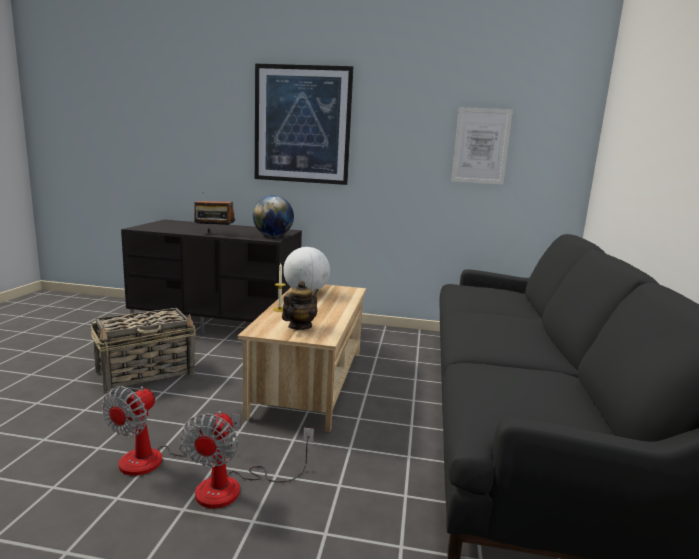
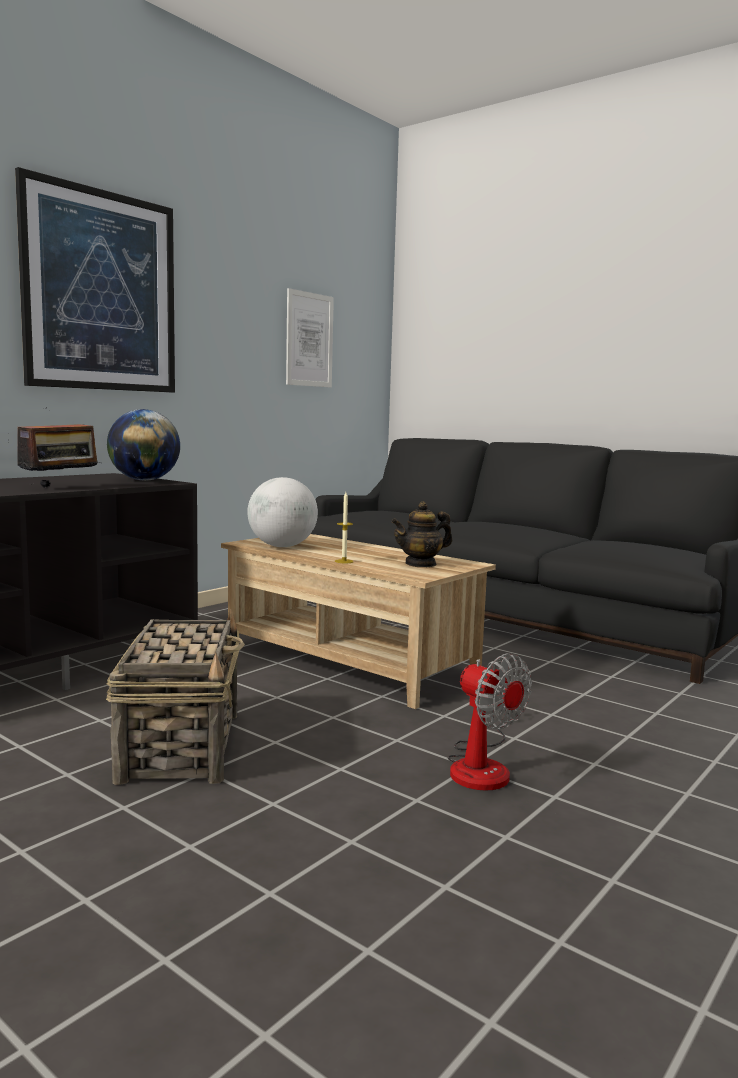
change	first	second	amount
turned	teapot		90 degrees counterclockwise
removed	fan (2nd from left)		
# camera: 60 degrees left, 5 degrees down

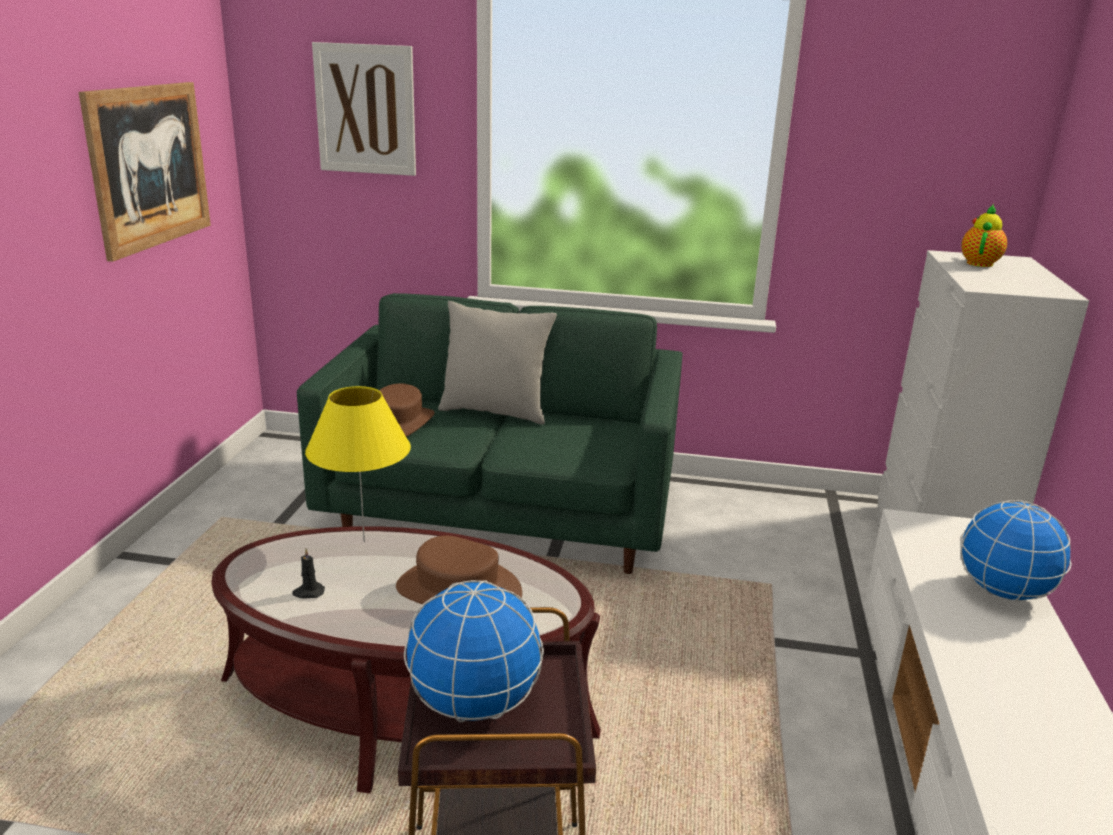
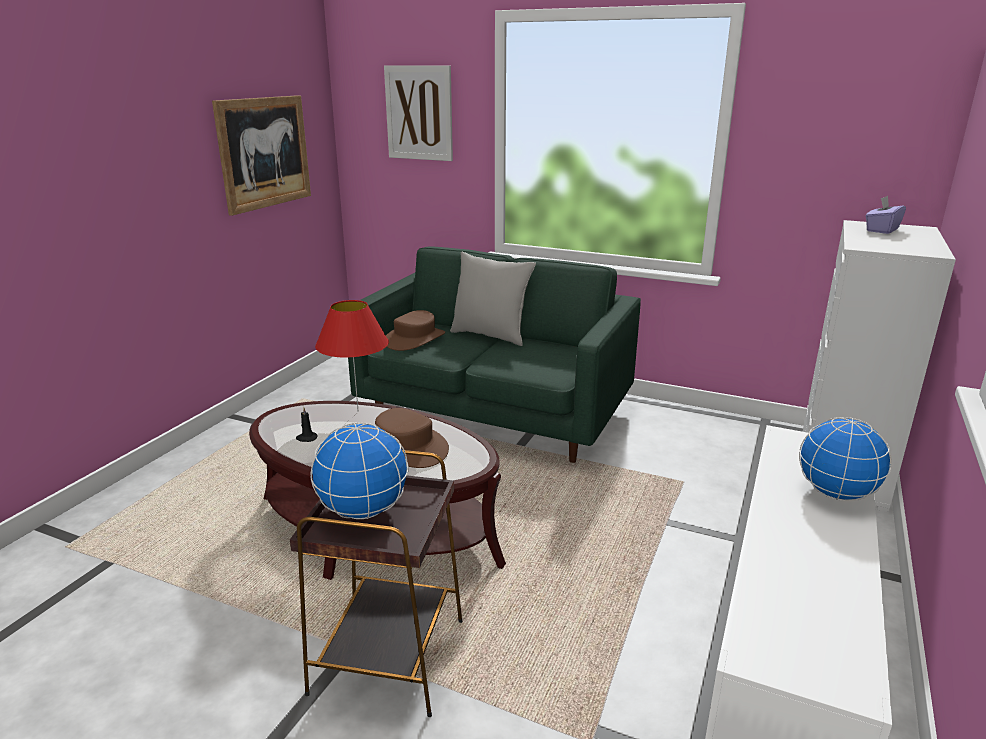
change	first	second	amount
recoloured	yellow table lamp	red table lamp	
replaced	teapot	purple tissue box	
# camera: 15 degrees right, 0 degrees up

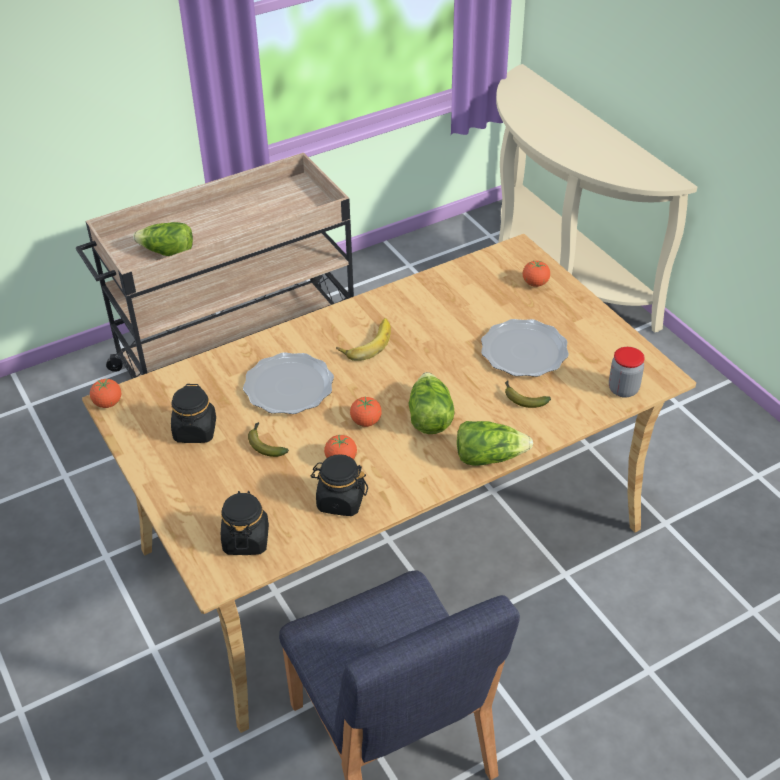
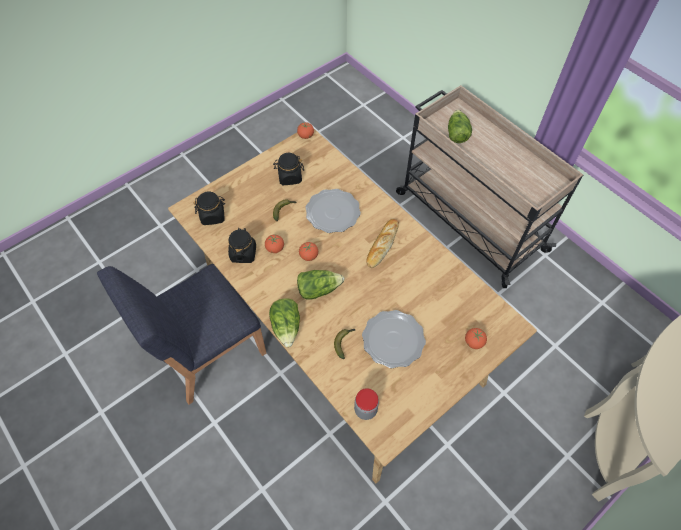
change	first	second	amount
replaced	banana (2nd from left)	bread	
# camera: 80 degrees right, 15 degrees up

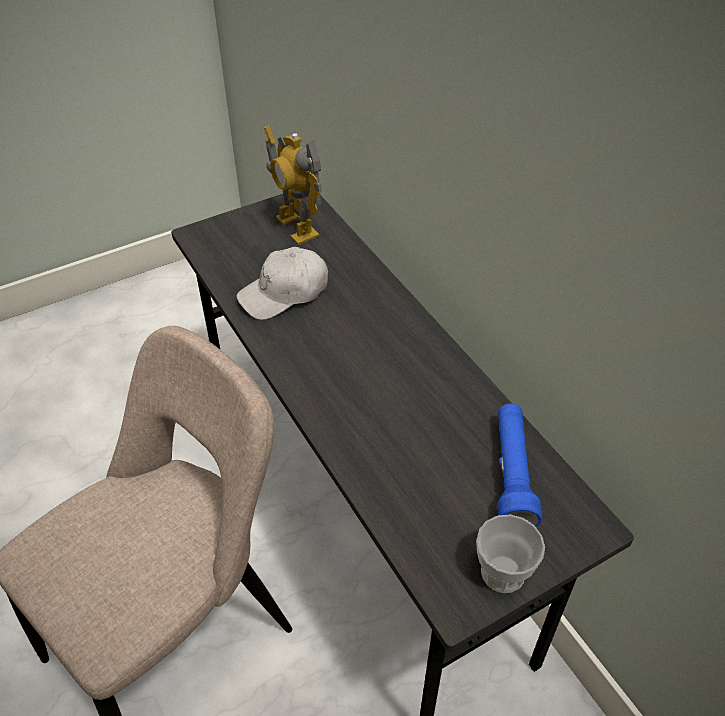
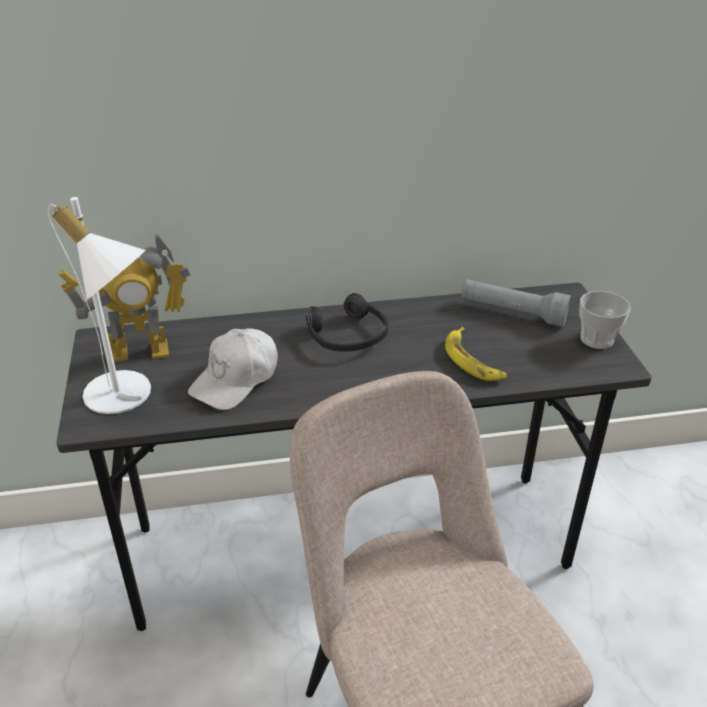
change	first	second	amount
added		white table lamp	
turned	white cap		45 degrees clockwise
added		black headphones	
added		banana	
recoloured	blue flashlight	grey flashlight	
# camera: 70 degrees left, 10 degrees down

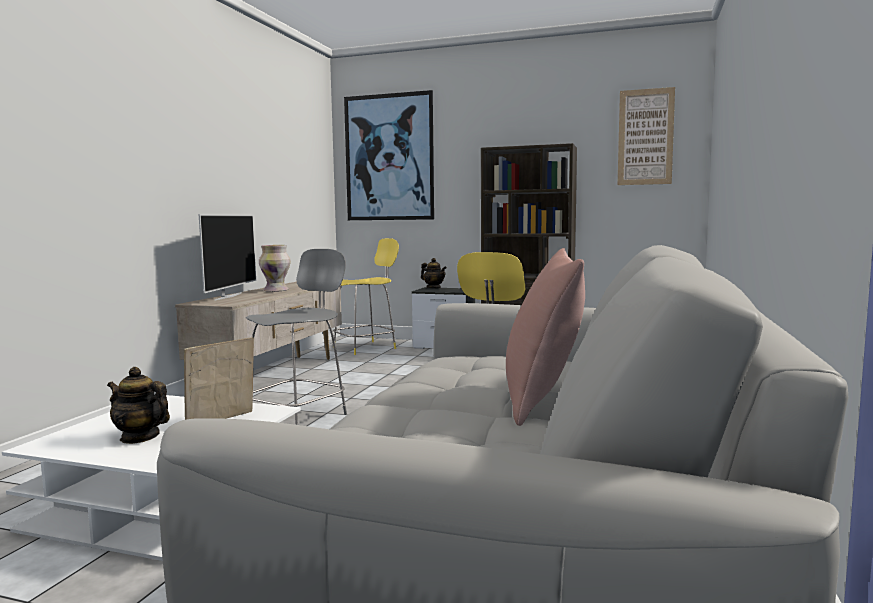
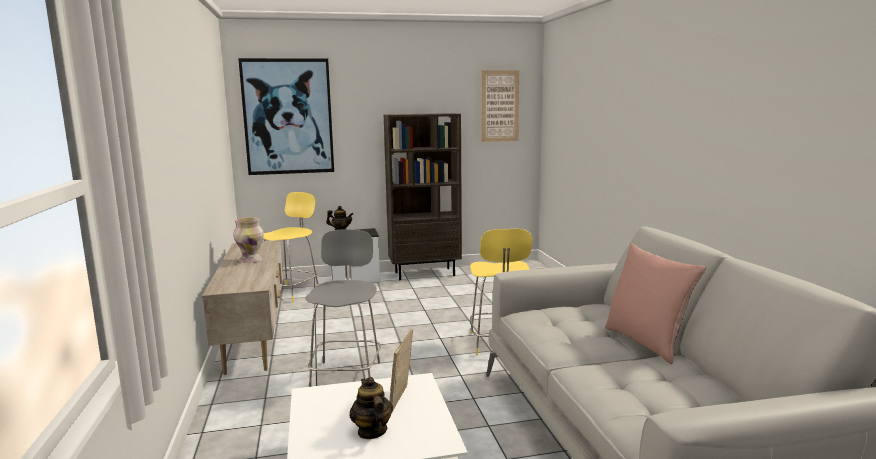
change	first	second	amount
turned	teapot (1st from left in the first image)	teapot (2nd from left)	75 degrees clockwise
removed	television		
# camera: 30 degrees left, 5 degrees up

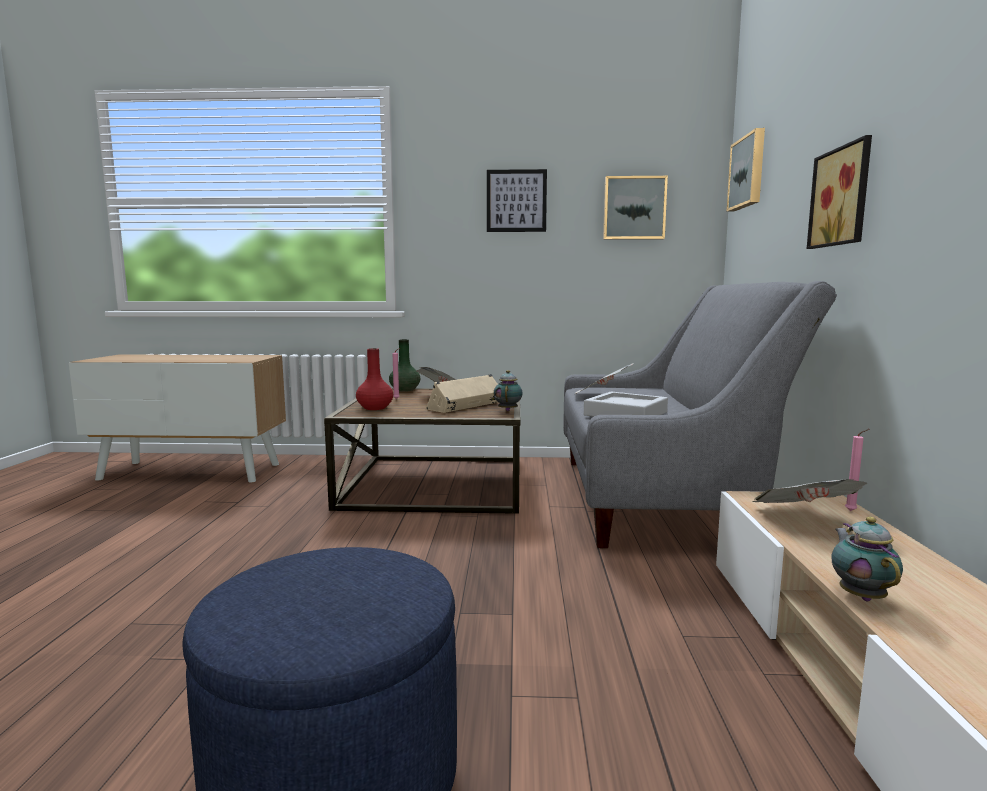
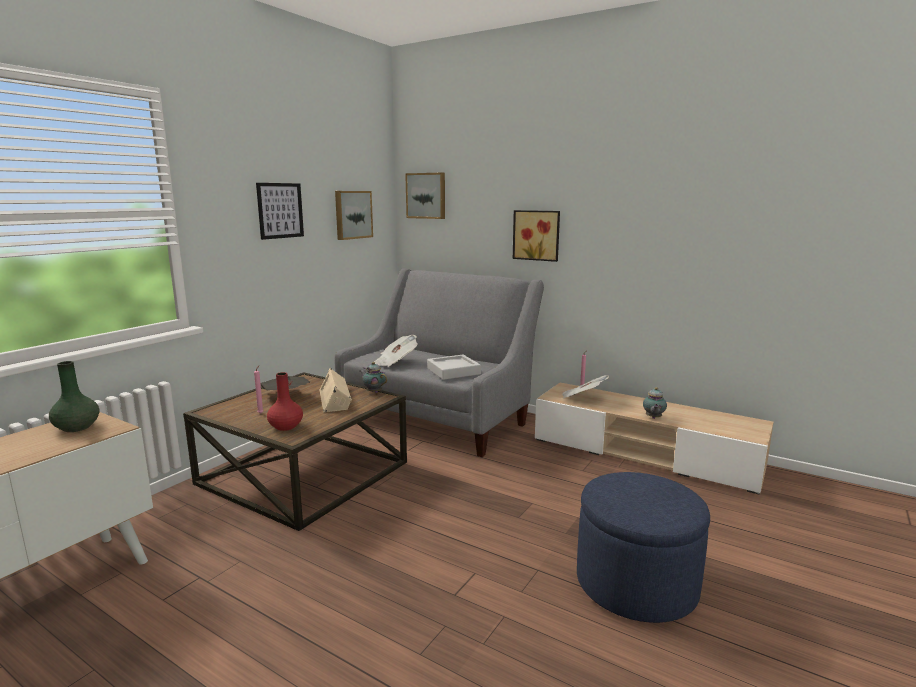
change	first	second	amount
moved	green vase		
turned	teapot (2nd from left)		105 degrees counterclockwise
# camera: 60 degrees left, 5 degrees up

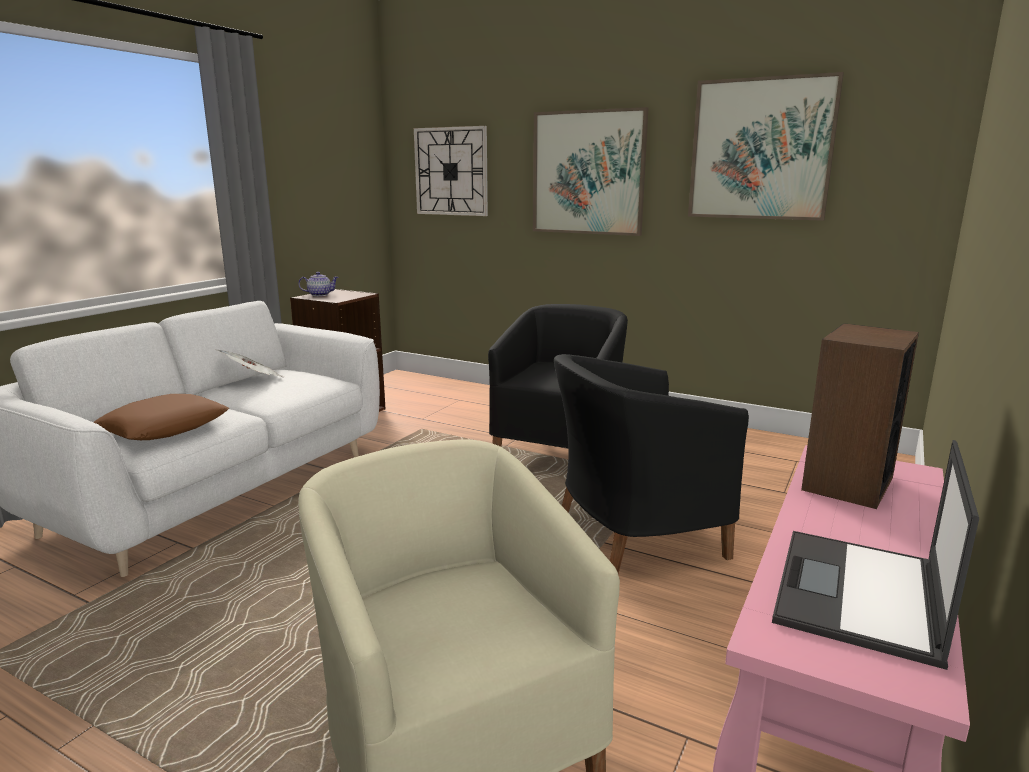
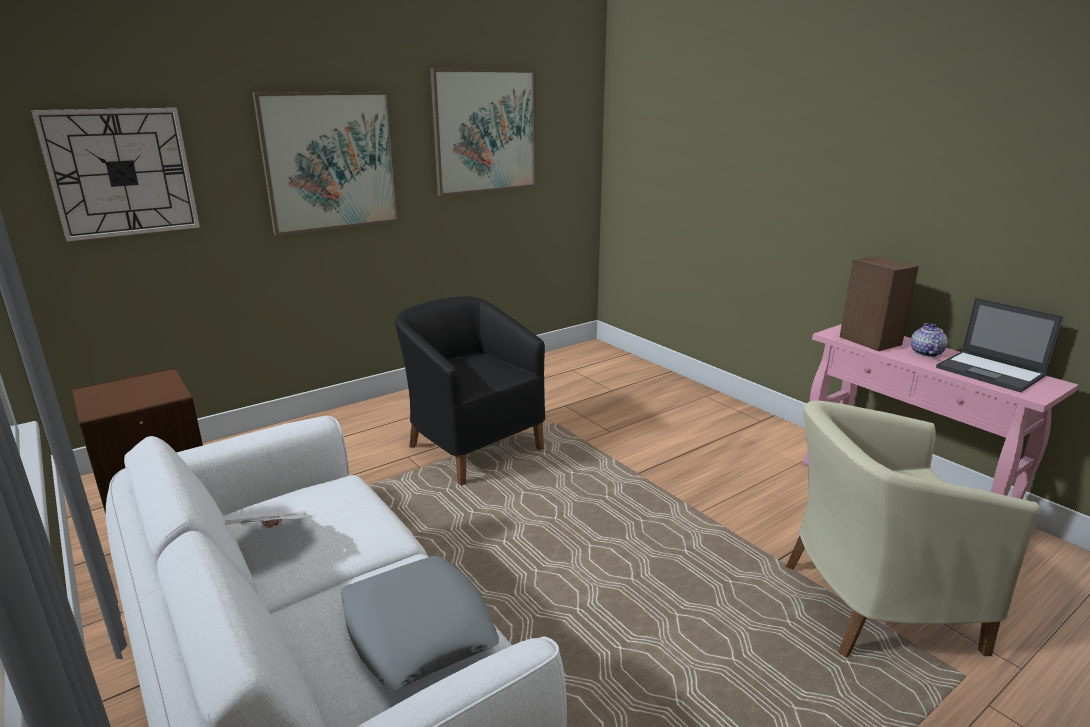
change	first	second	amount
recoloured	brown pillow	grey pillow	
moved	teapot		
removed	black armchair (2nd from left)		
# camera: 65 degrees left, 5 degrees up

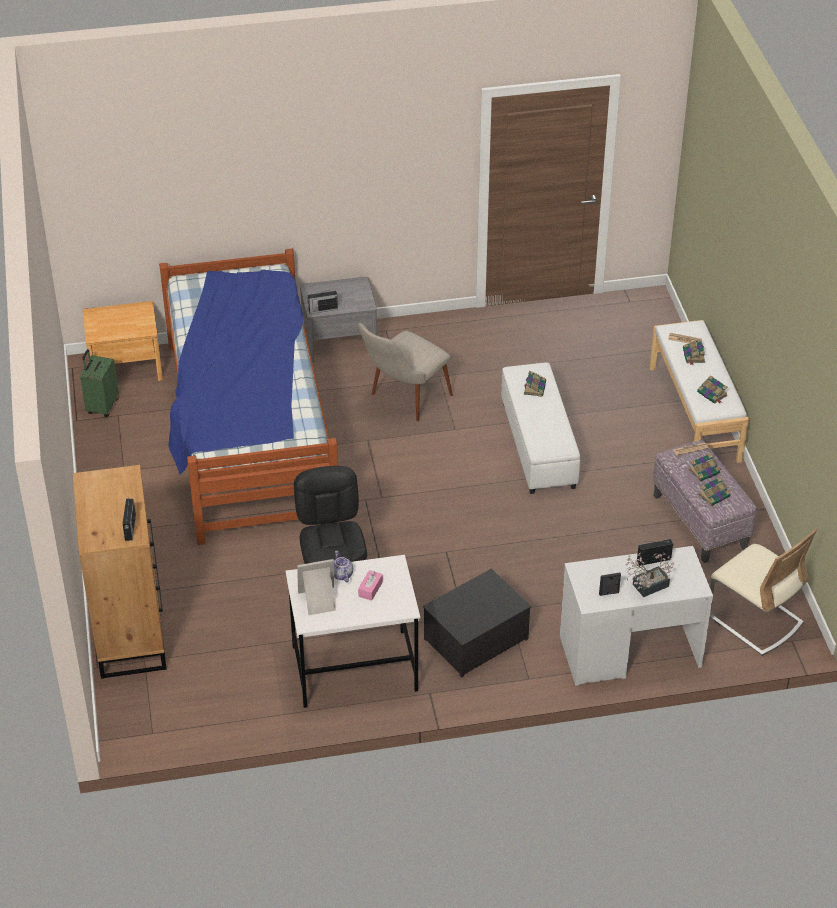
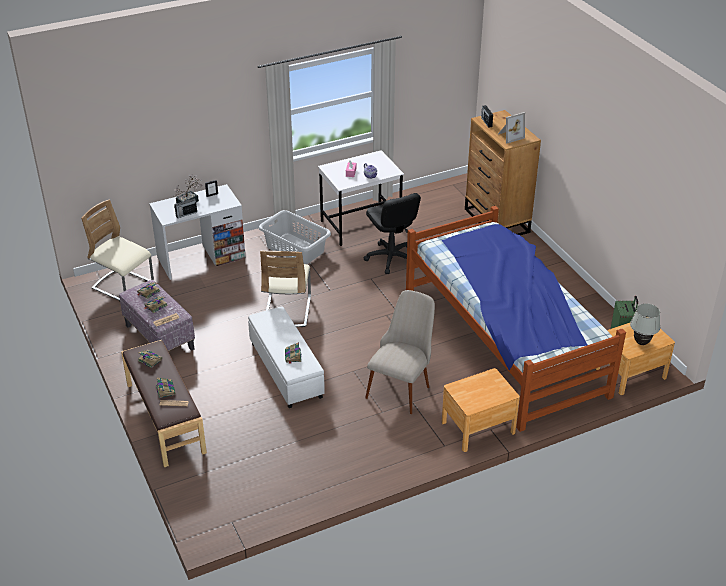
change	first	second	amount
recoloured	white bench	brown bench	
replaced	storage box	grey laundry basket	
added		beige chair (2nd from left)	
recoloured	grey nightstand	brown nightstand (1st from left)	
moved	picture frame (1st from left in the first image)	picture frame (2nd from left)	
added		white table lamp	
removed	radio (2nd from left)		
# camera: 165 degrees right, 5 degrees down

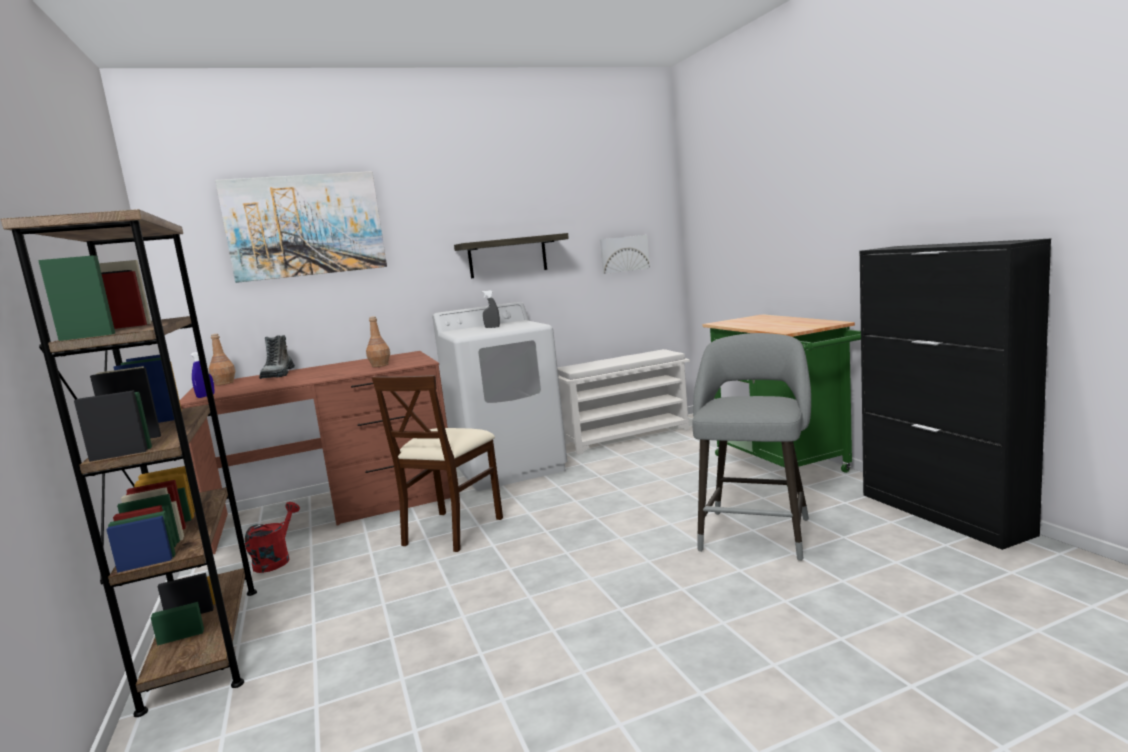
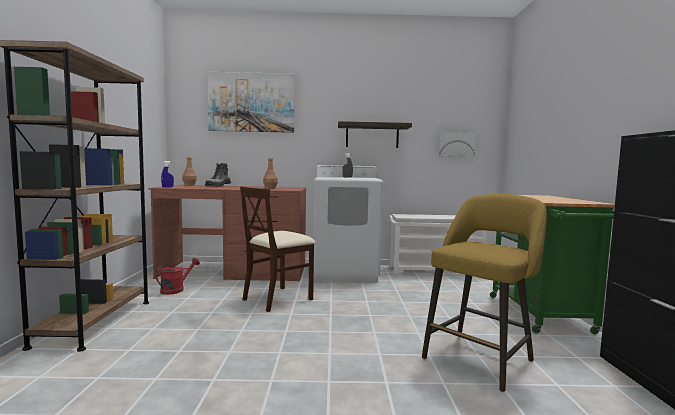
change	first	second	amount
recoloured	grey stool	yellow stool	
# camera: 20 degrees right, 5 degrees down

